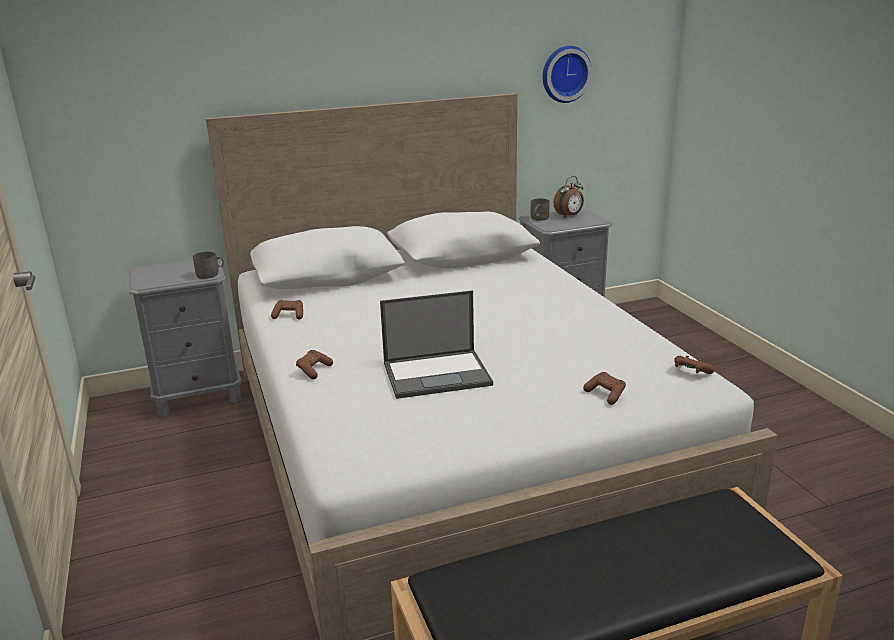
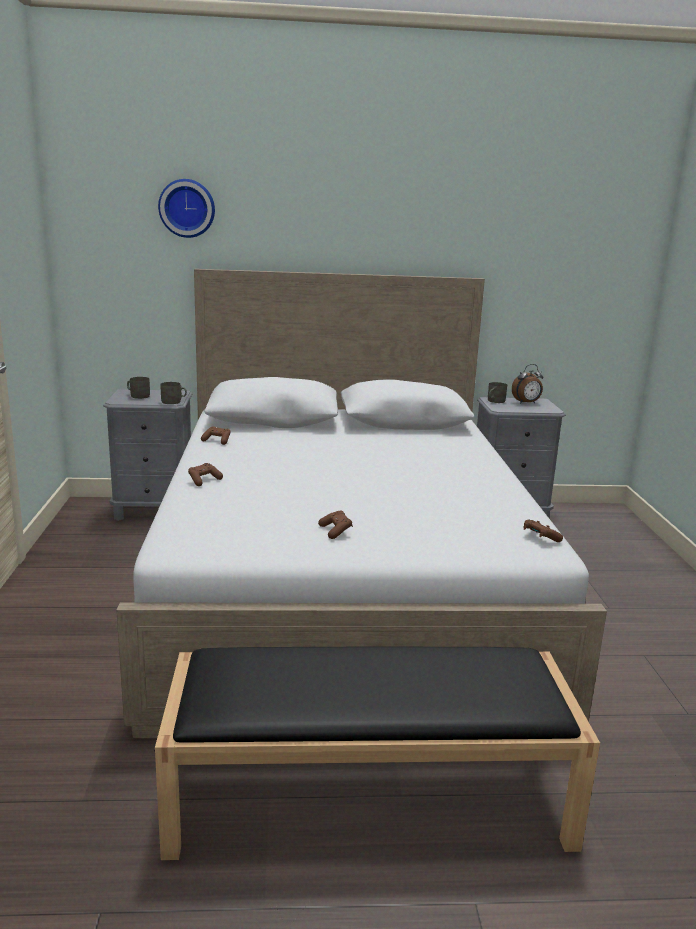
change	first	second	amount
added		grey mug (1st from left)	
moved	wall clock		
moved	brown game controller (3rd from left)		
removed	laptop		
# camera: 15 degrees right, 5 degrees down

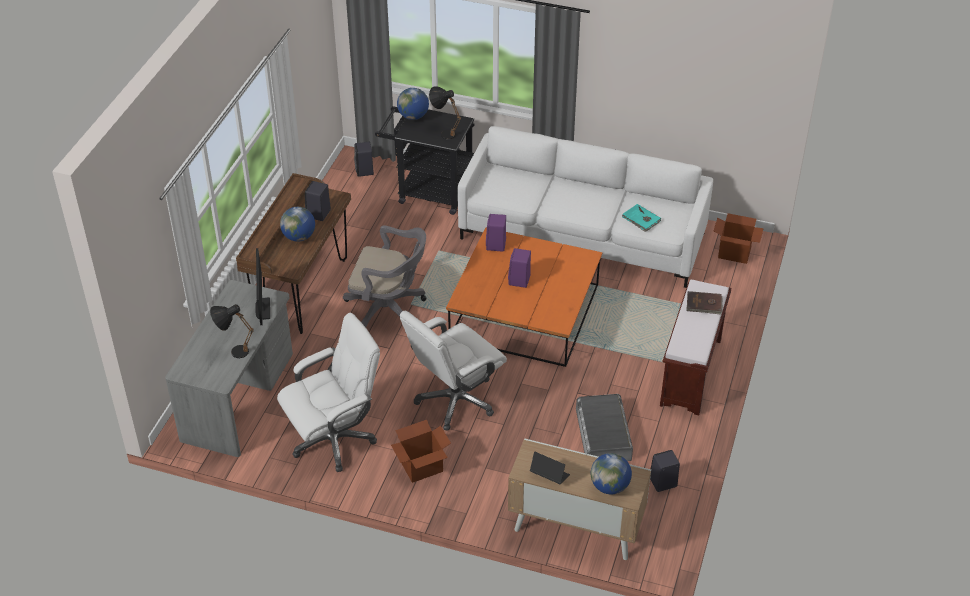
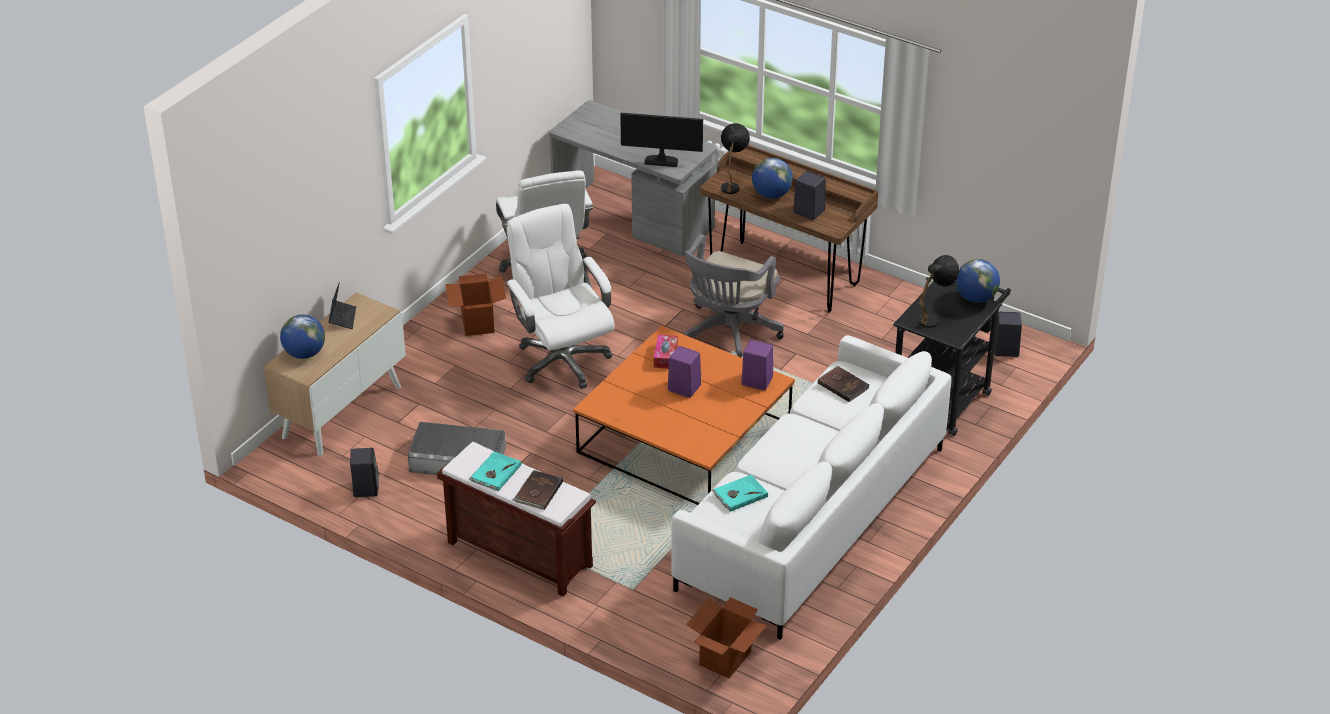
change	first	second	amount
turned	laptop		45 degrees counterclockwise
added		turquoise book (1st from left)	
added		tissue box	
moved	black table lamp (1st from left)		
added		brown book (2nd from left)	
# camera: 105 degrees right, 5 degrees down

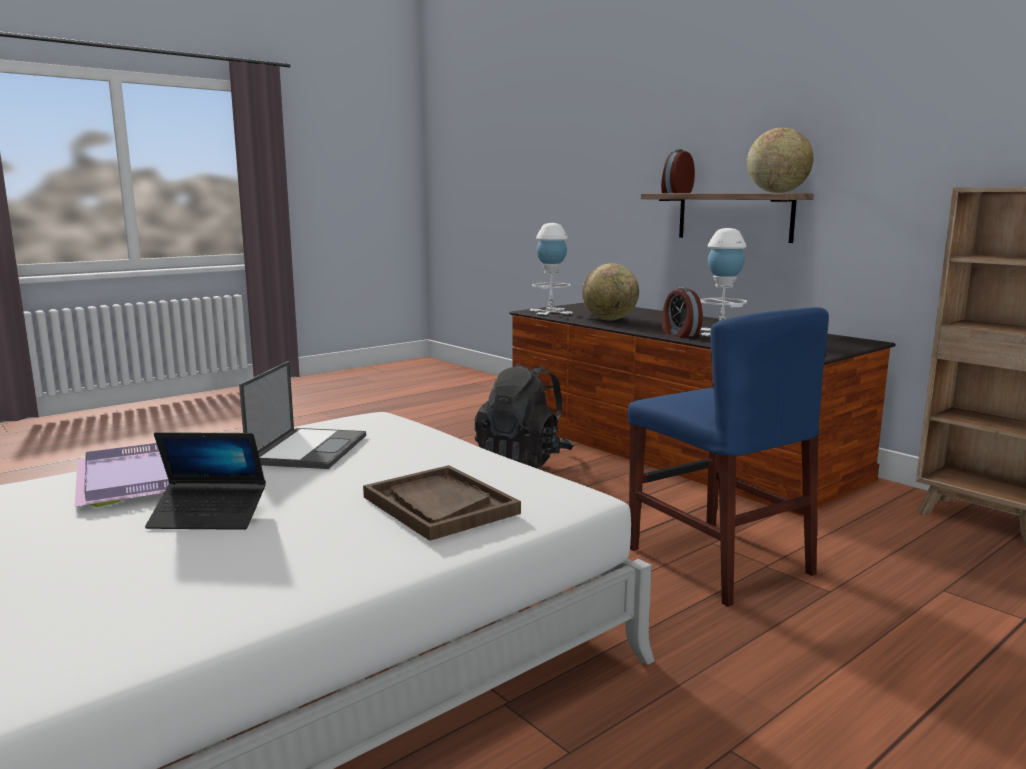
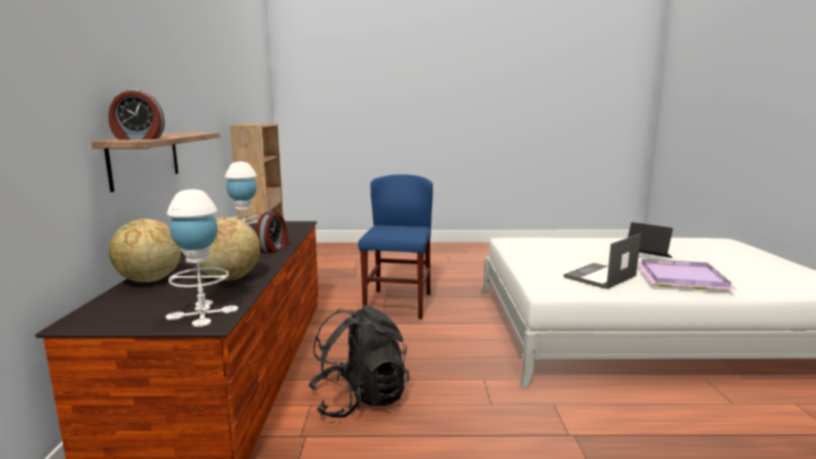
change	first	second	amount
moved	globe (2nd from left in the first image)	globe (1st from left)	
removed	brown tray		
# camera: 140 degrees left, 0 degrees up

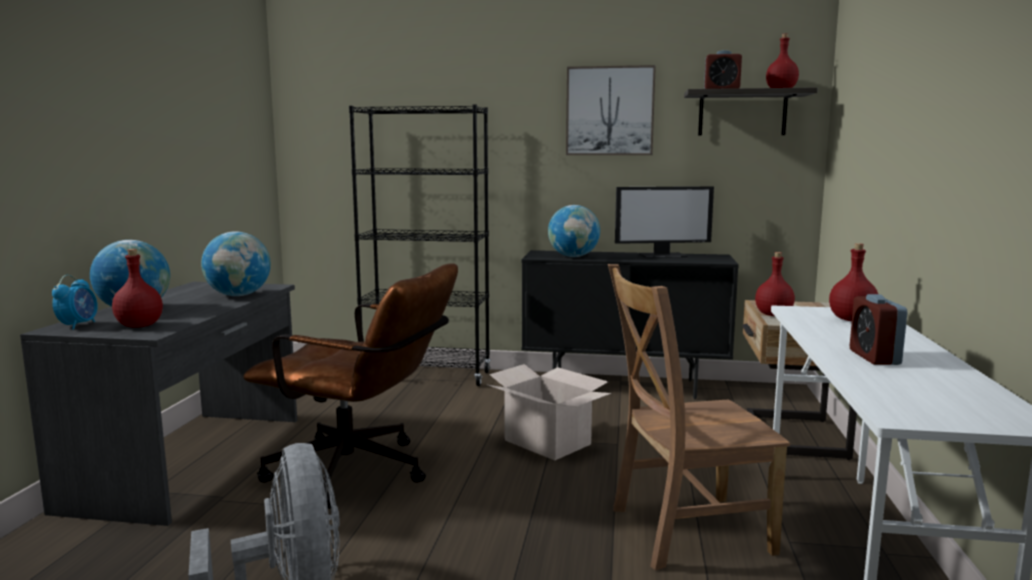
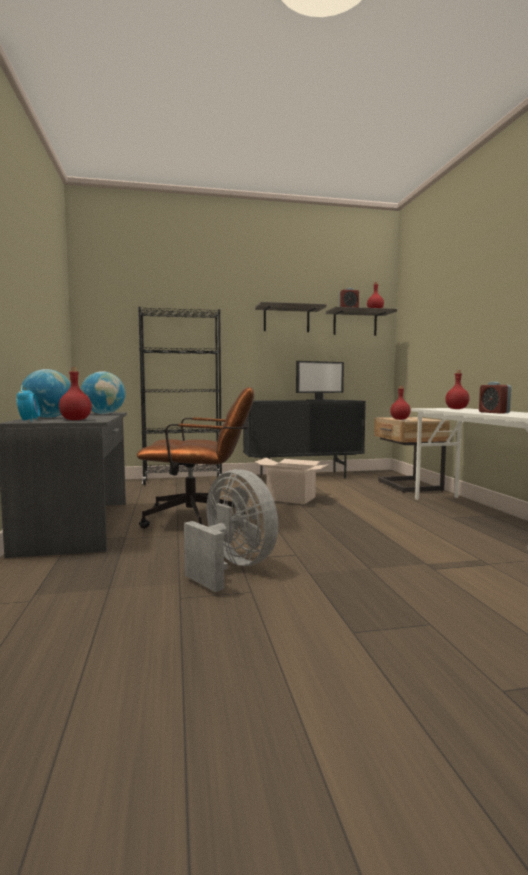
change	first	second	amount
replaced	picture	shelf (1st from left)	
removed	globe (3rd from left)		
removed	brown chair		
# camera: 20 degrees left, 5 degrees down

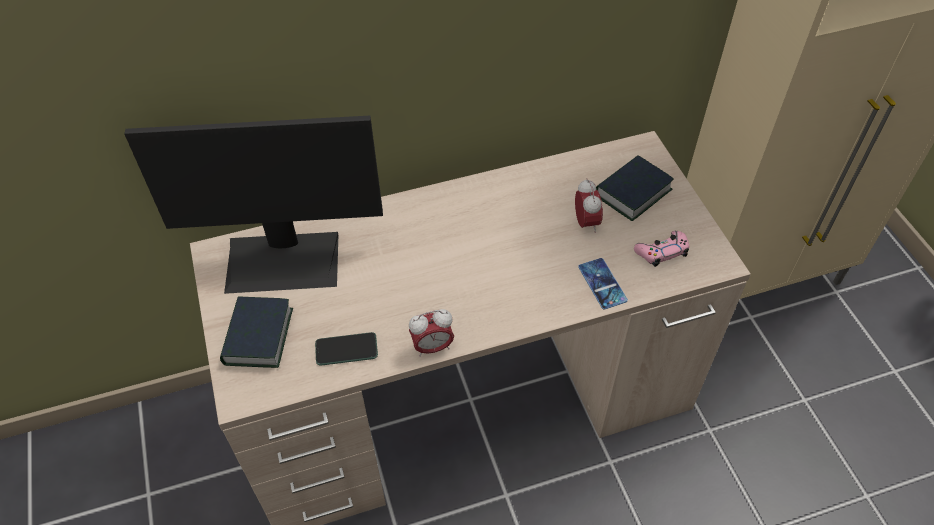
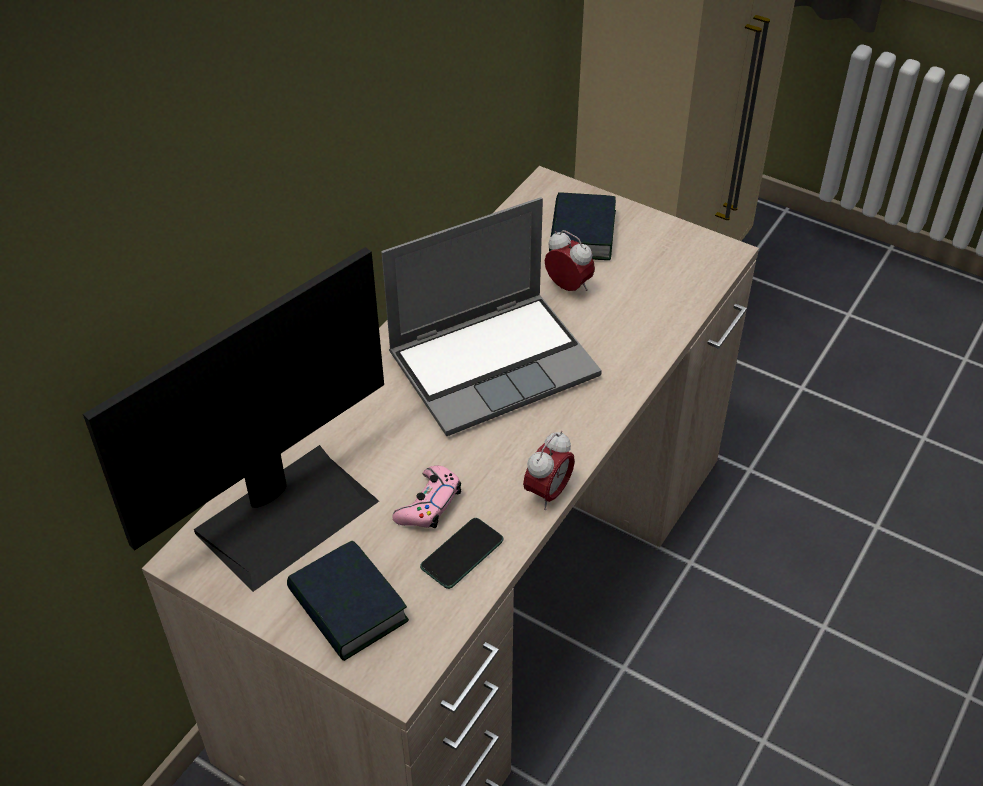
change	first	second	amount
added		laptop	
moved	pink game controller		
removed	phone (2nd from left)		
# camera: 40 degrees left, 5 degrees down

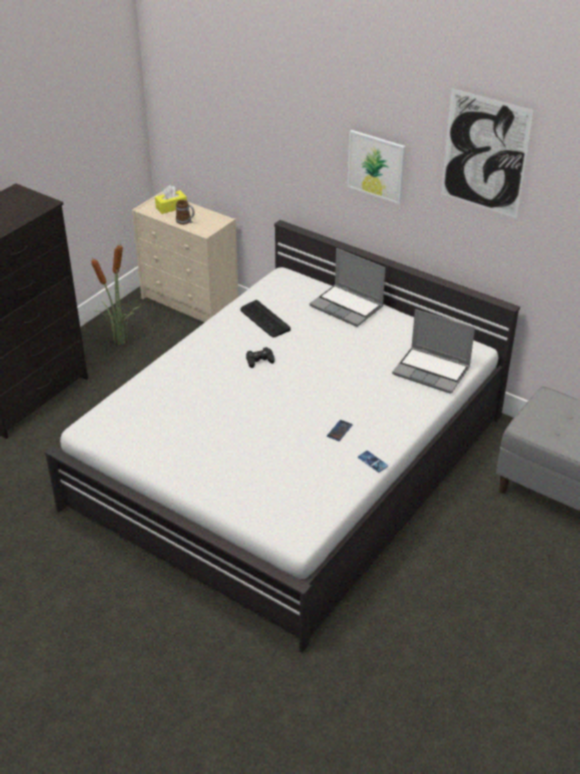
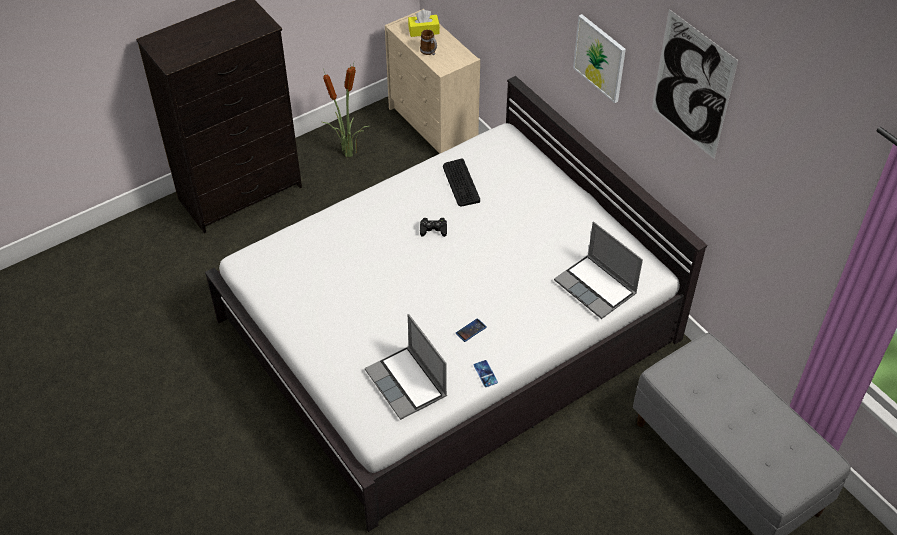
change	first	second	amount
moved	laptop (1st from left)		
# camera: 20 degrees right, 10 degrees up

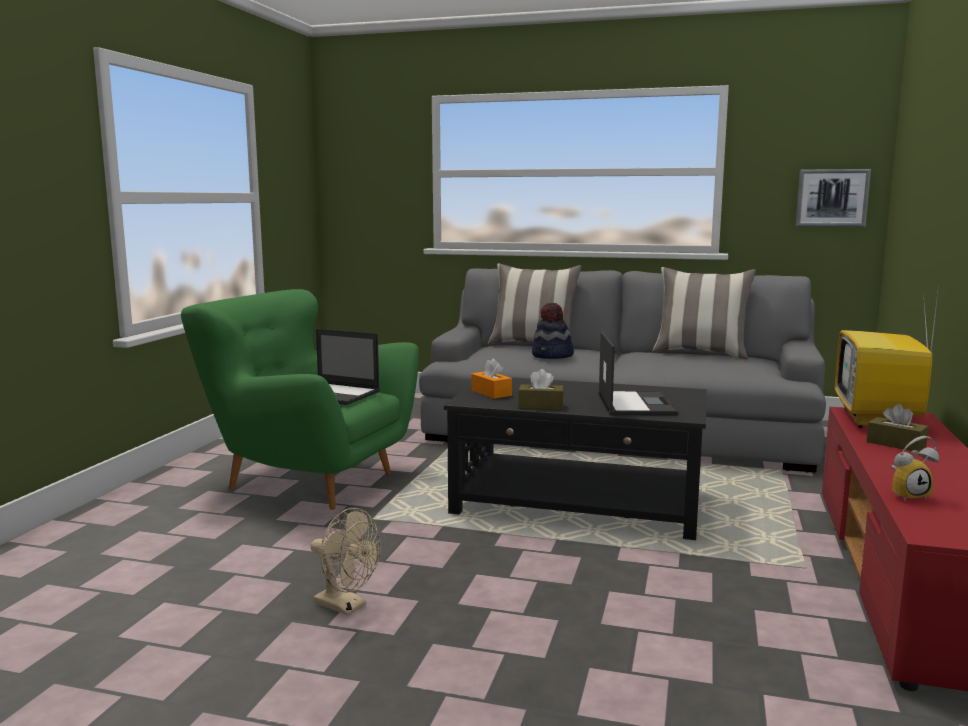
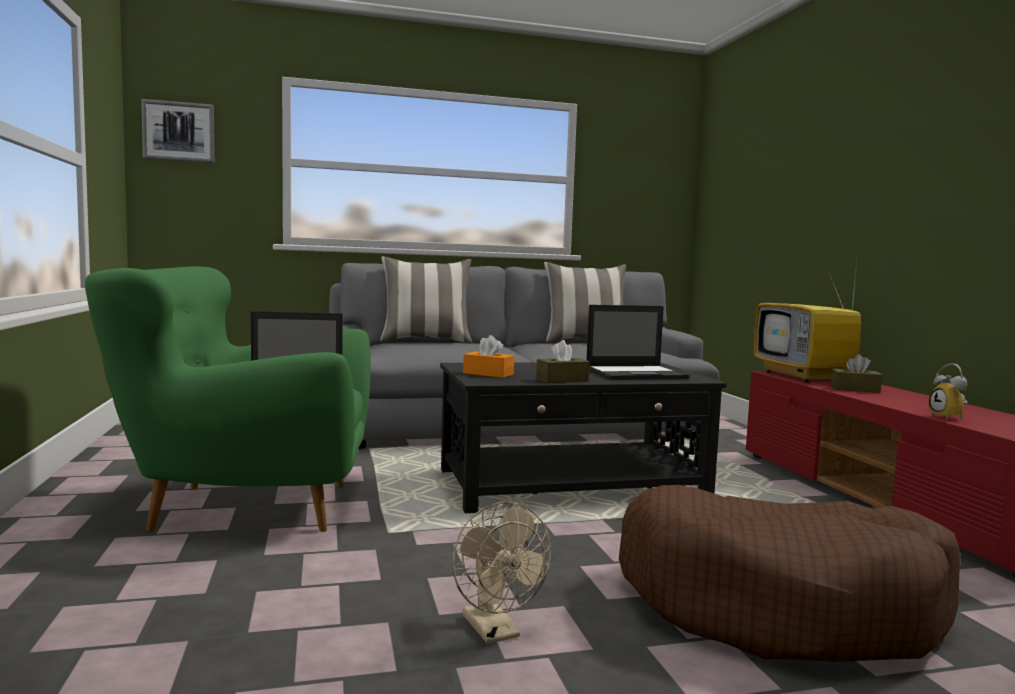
change	first	second	amount
moved	picture		
turned	beige fan		60 degrees clockwise
turned	laptop (2nd from left)		105 degrees clockwise
added		brown dog bed	
turned	alarm clock		120 degrees clockwise
removed	hat		
# camera: 30 degrees left, 5 degrees down

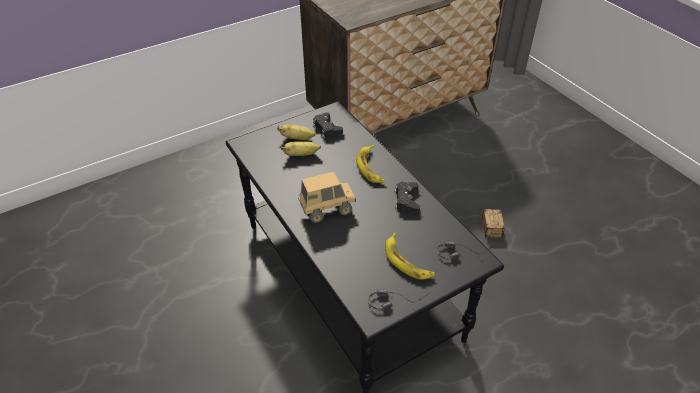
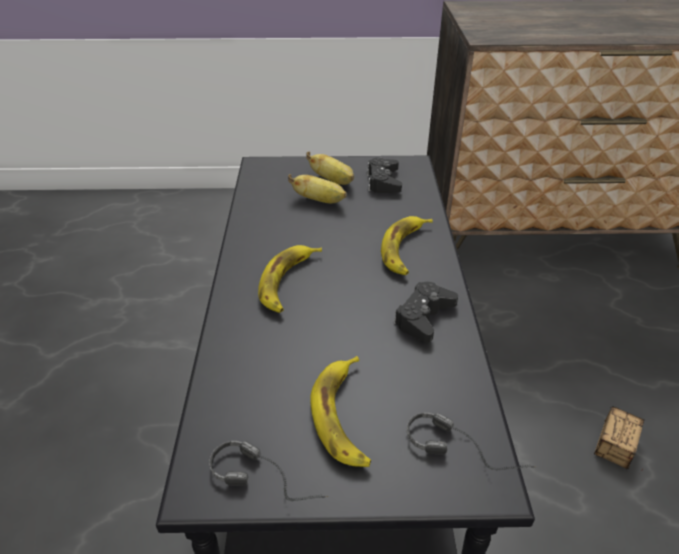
change	first	second	amount
replaced	toy truck	banana (1st from left)	
# camera: 30 degrees right, 5 degrees down

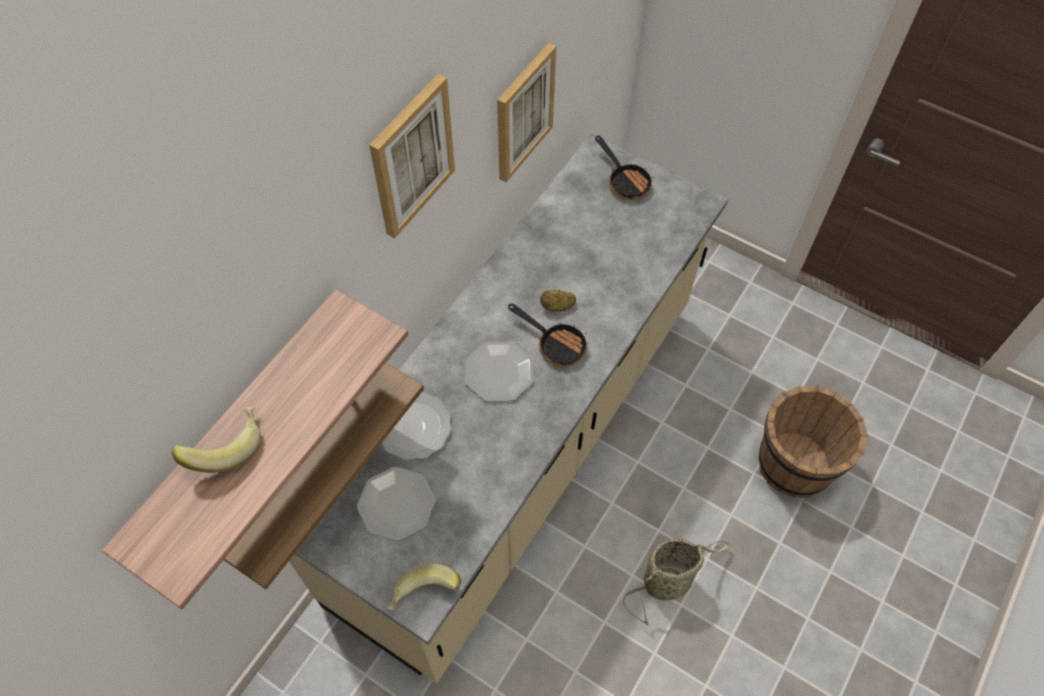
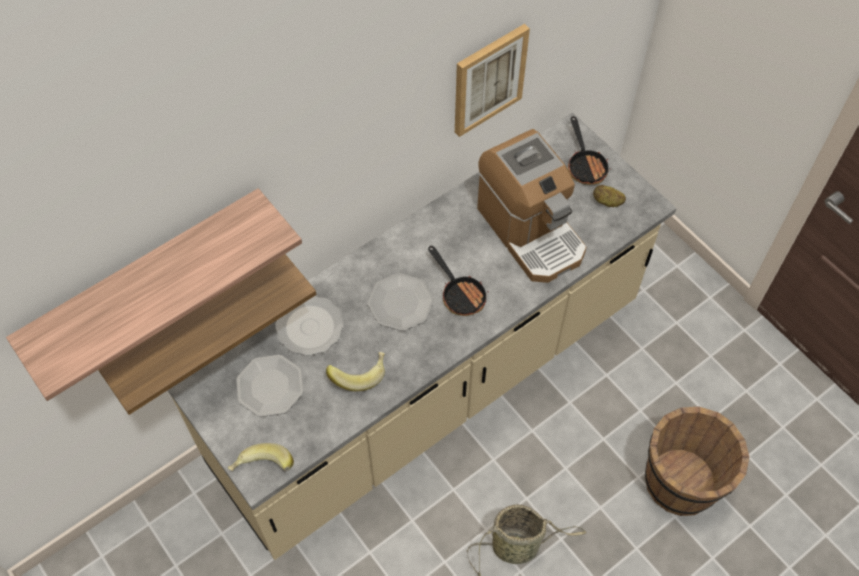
change	first	second	amount
moved	banana (1st from left in the first image)	banana (2nd from left)	
added		coffee machine	
moved	potato		
removed	picture (1st from left)		
# camera: 20 degrees right, 0 degrees up

